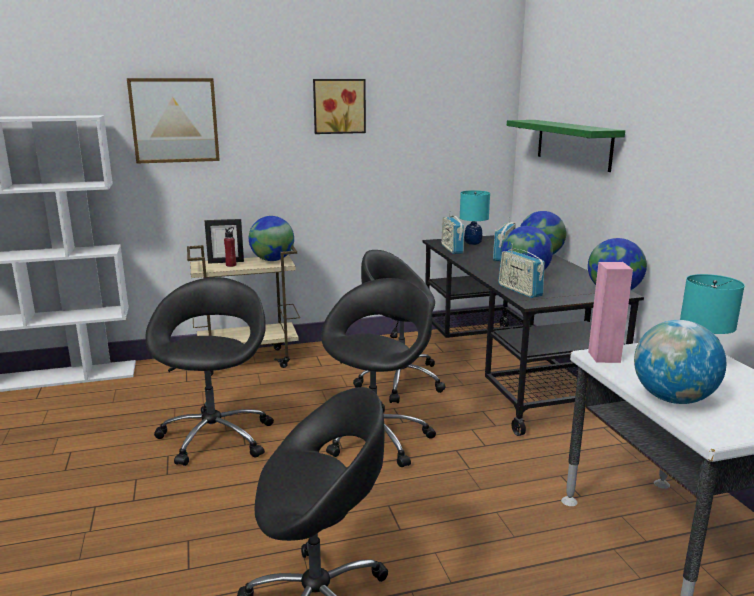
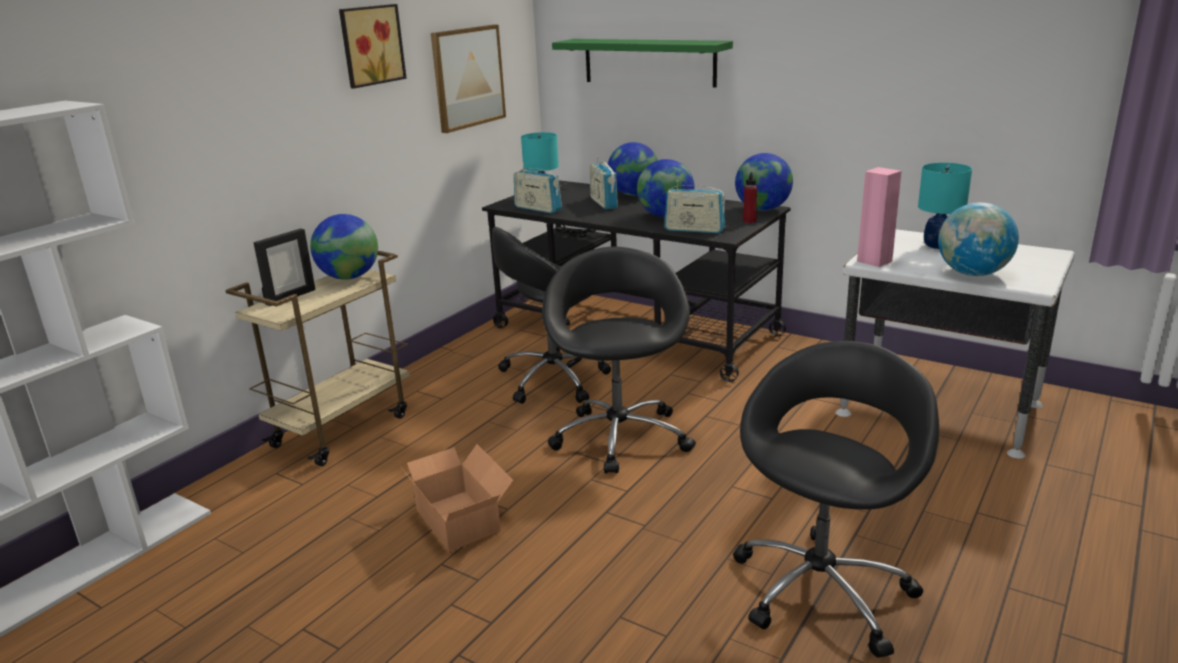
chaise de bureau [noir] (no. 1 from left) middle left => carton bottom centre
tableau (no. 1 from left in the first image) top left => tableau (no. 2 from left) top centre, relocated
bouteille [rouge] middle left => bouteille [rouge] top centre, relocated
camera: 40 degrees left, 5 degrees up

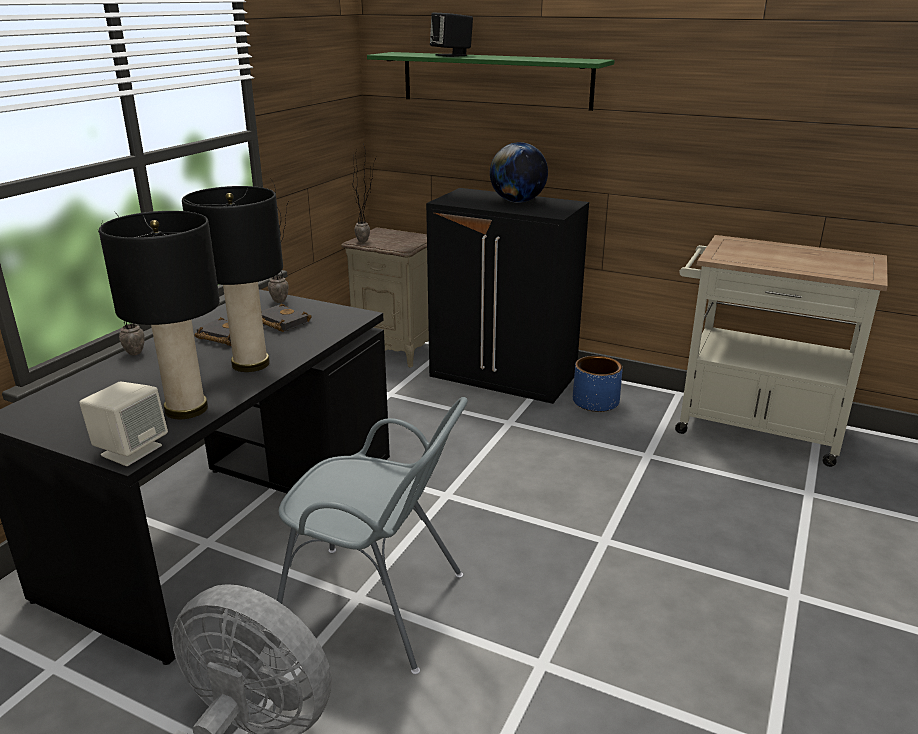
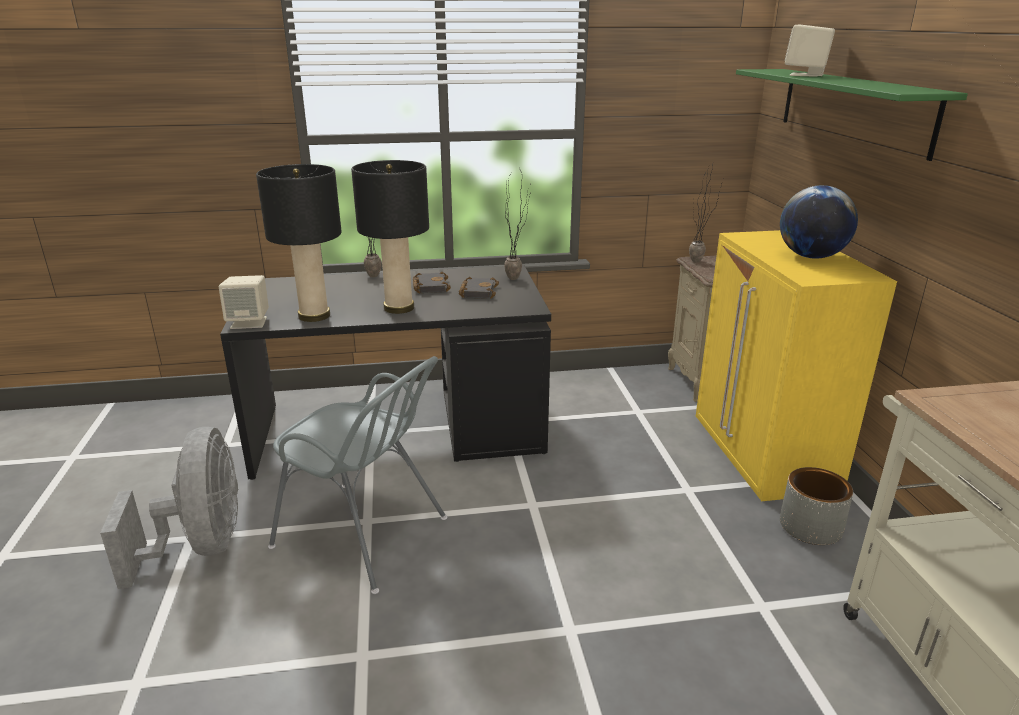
chaise [gris] bottom centre => chaise [gris] centre, 45 degrees counterclockwise
meuble de rangement [noir] centre => meuble de rangement [jaune] middle right
cache-pot [bleu] centre => cache-pot [gris] bottom right
enceinte [noir] top centre => enceinte [beige] (no. 2 from left) top right
camera: 55 degrees right, 0 degrees up

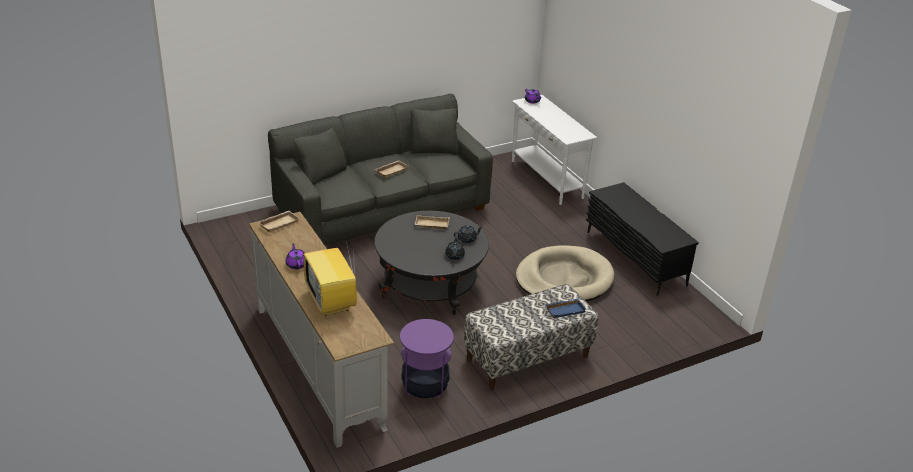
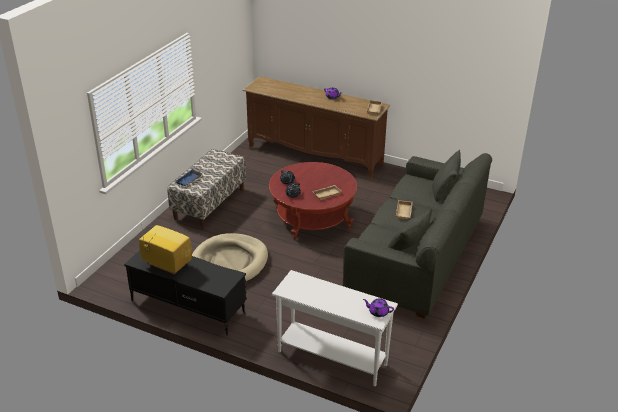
téléviseur centre => téléviseur middle left, relocated
meuble de rangement [gris] bottom centre => meuble de rangement [marron] top centre
table basse [noir] centre => table basse [rouge] centre
table d'appoint [violet] bottom centre => nothing
camera: 145 degrees right, 0 degrees up

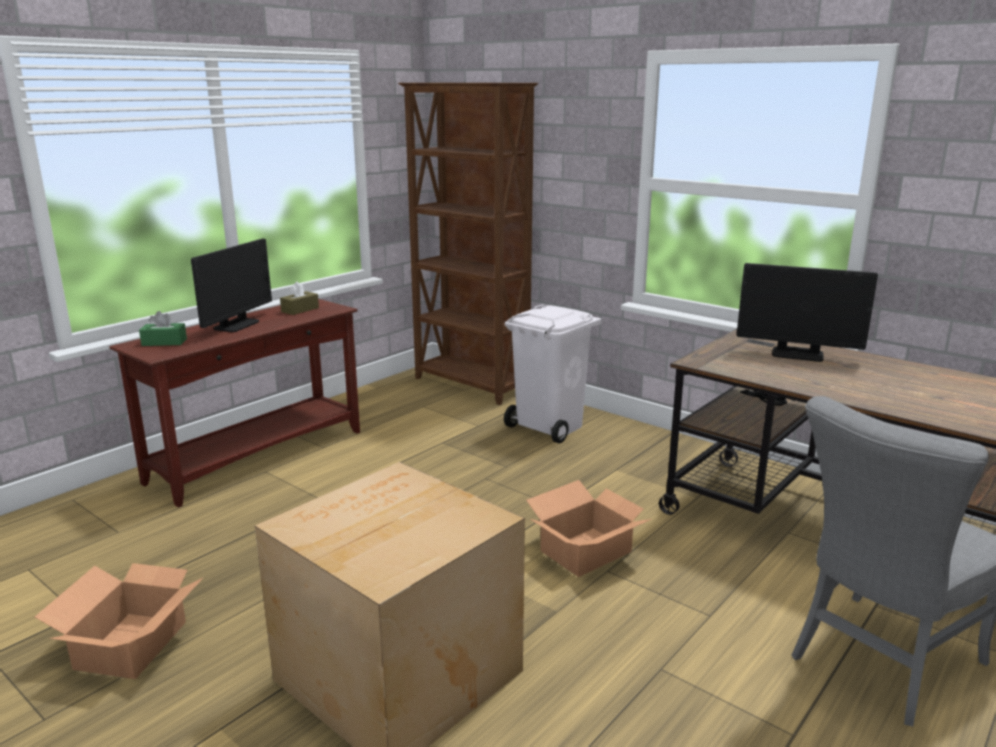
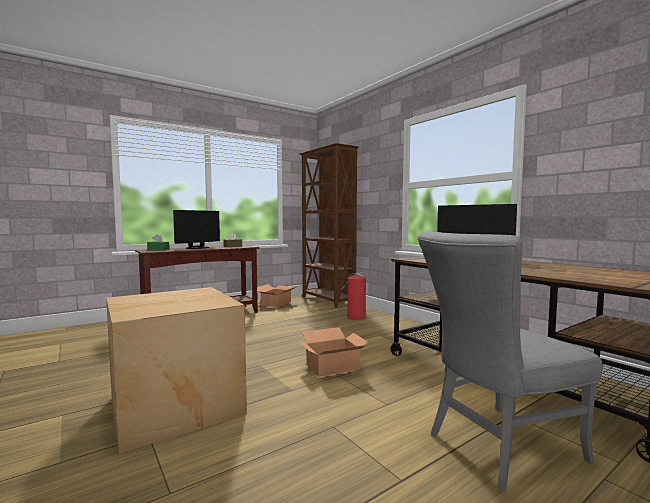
carton (no. 1 from left in the first image) bottom left => carton (no. 2 from left) centre, relocated
poubelle [blanc] centre => extincteur centre
camera: 15 degrees right, 15 degrees down

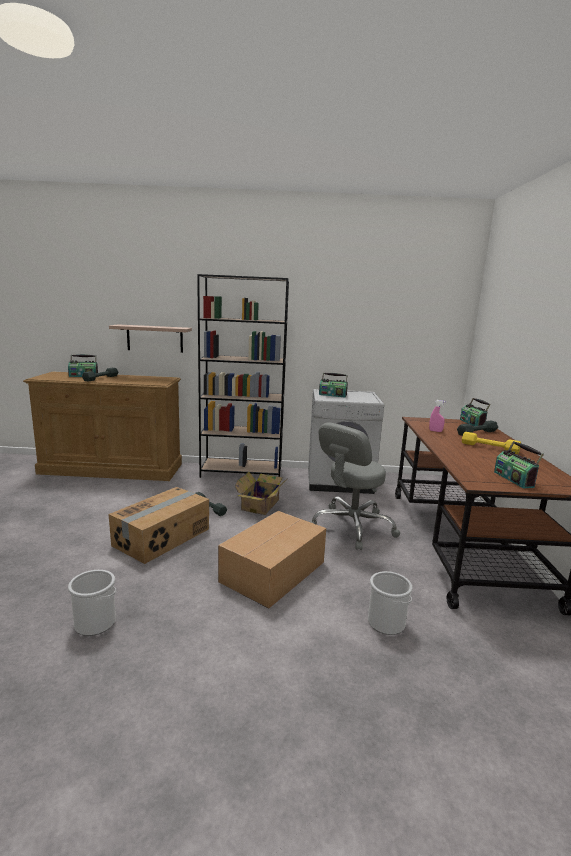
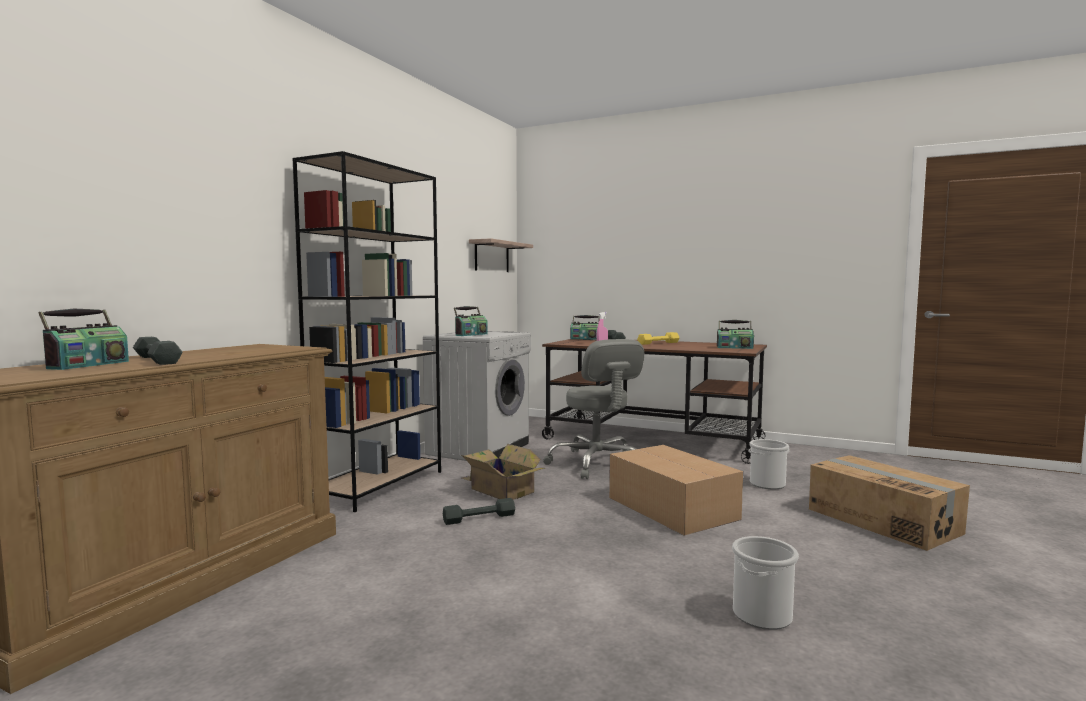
étagère middle left => étagère centre, relocated
carton (no. 1 from left in the first image) middle left => carton (no. 3 from left) bottom right, relocated
camera: 65 degrees left, 10 degrees down

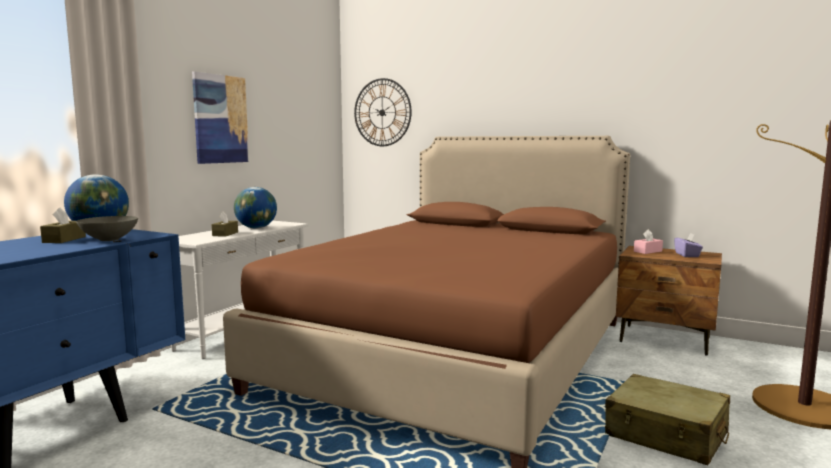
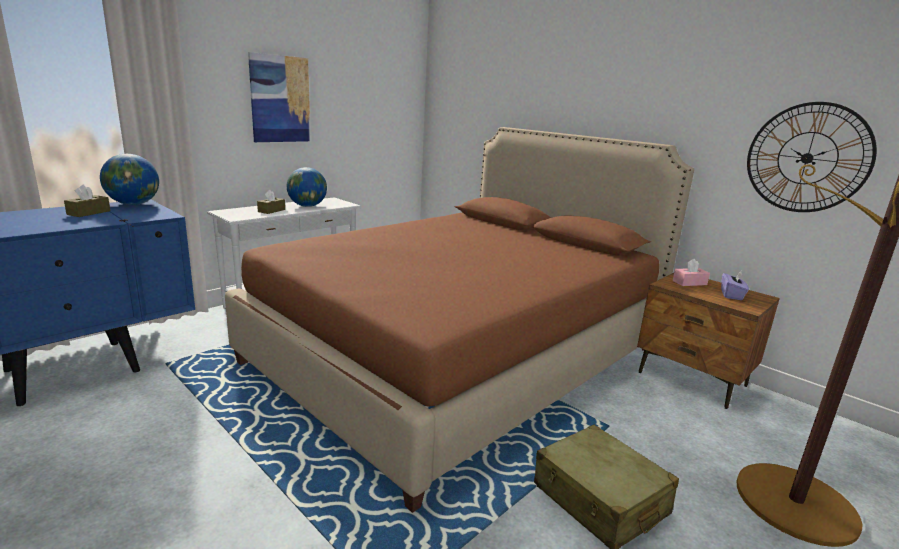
horloge murale top centre => horloge murale top right, relocated
bol [gris] middle left => nothing
camera: 15 degrees right, 10 degrees up

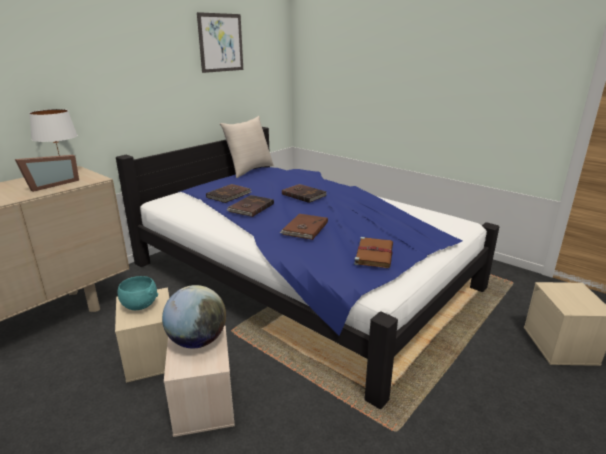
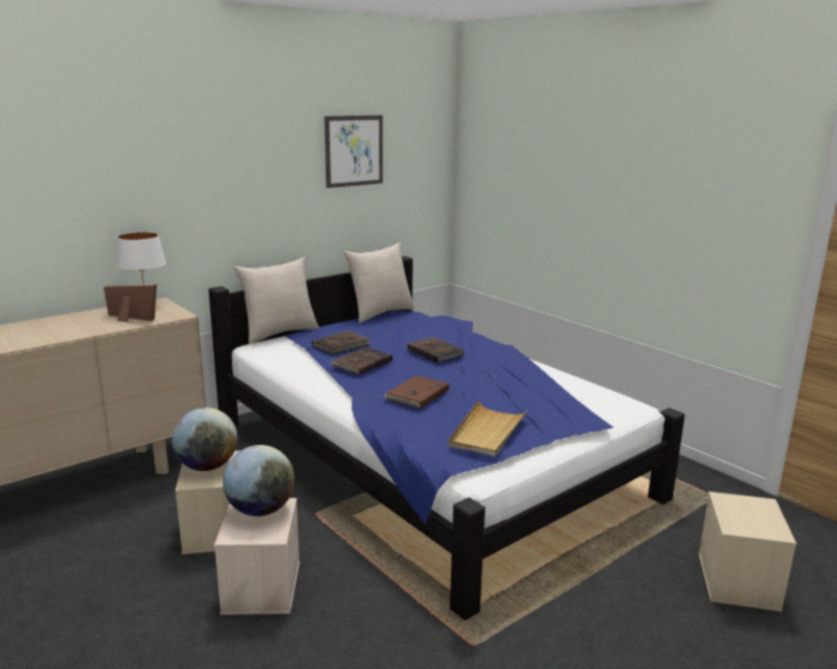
cadre photo middle left, 120 degrees counterclockwise
bol [turquoise] middle left => globe (no. 1 from left) middle left
nothing => coussin [beige] (no. 1 from left) middle left
livre [marron] (no. 5 from left) centre => plateau [beige] centre
camera: 10 degrees right, 5 degrees down

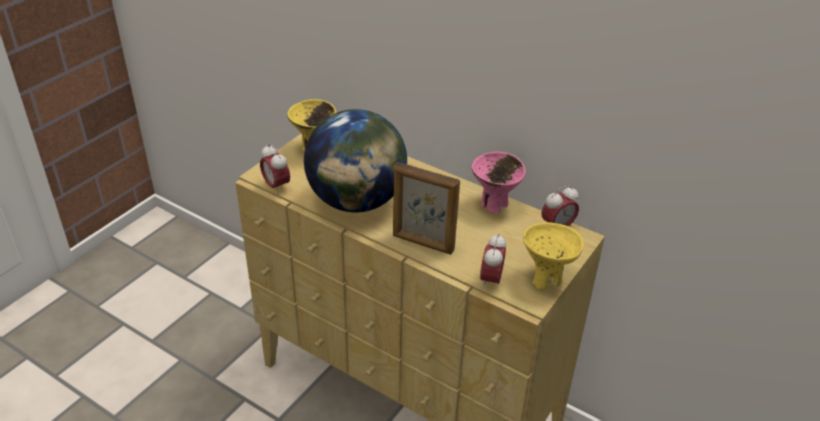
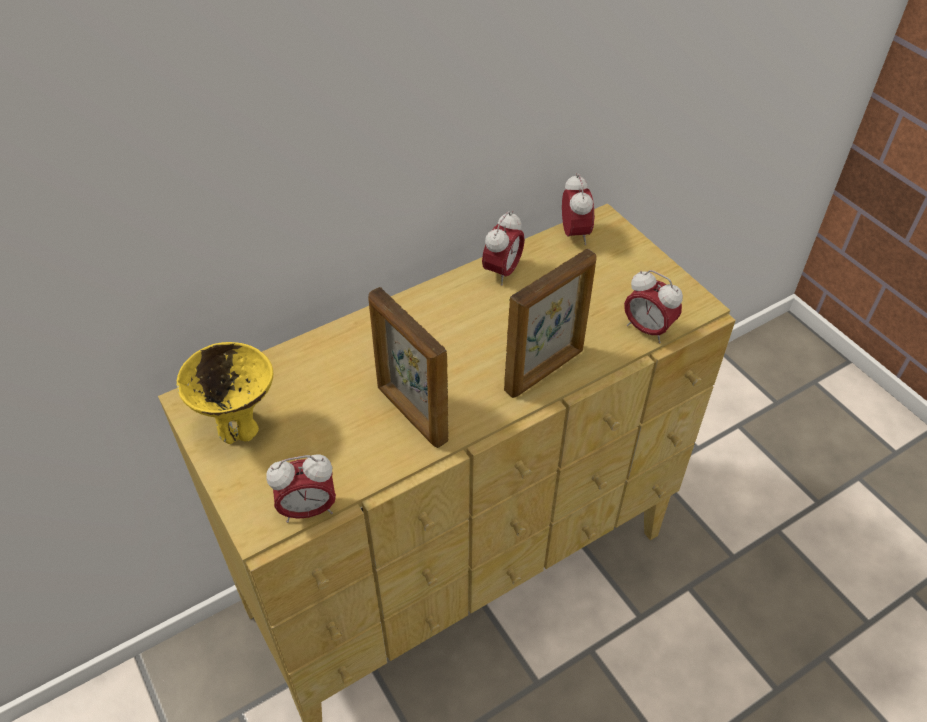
globe centre => cadre photo (no. 1 from left) centre
bol [rose] centre => réveil (no. 2 from left) centre
bol [jaune] (no. 2 from left) middle right => nothing
camera: 65 degrees left, 10 degrees up

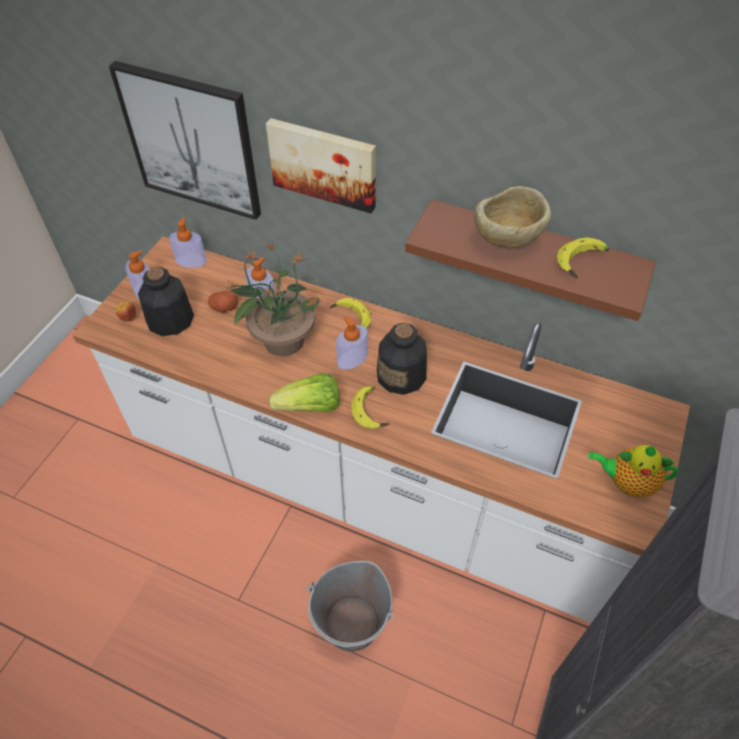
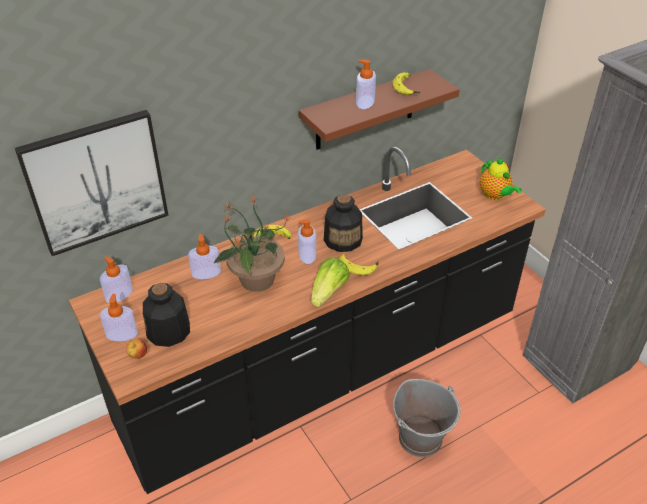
comptoir de cuisine [blanc] centre => comptoir de cuisine [noir] centre
bol [beige] top right => distributeur de savon (no. 5 from left) top centre
théière middle right, 75 degrees counterclockwise
pomme de terre middle left => nothing
tableau (no. 2 from left) top centre => nothing
camera: 55 degrees left, 10 degrees down

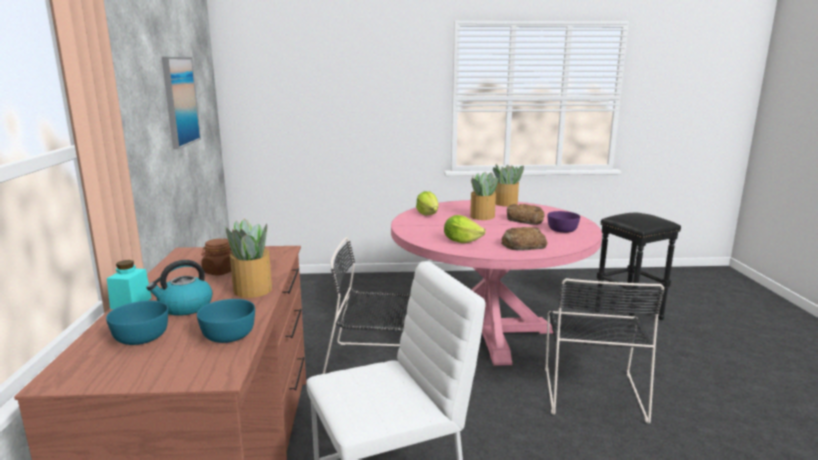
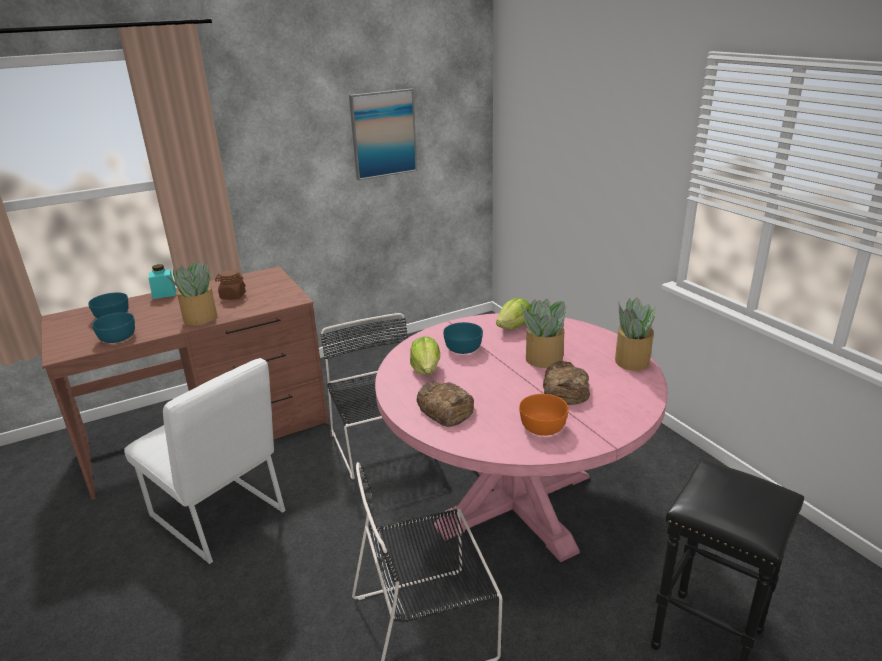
nothing => bol [turquoise] (no. 3 from left) centre
bol [violet] middle right => bol [orange] centre
bouilloire middle left => nothing
camera: 65 degrees right, 10 degrees up

